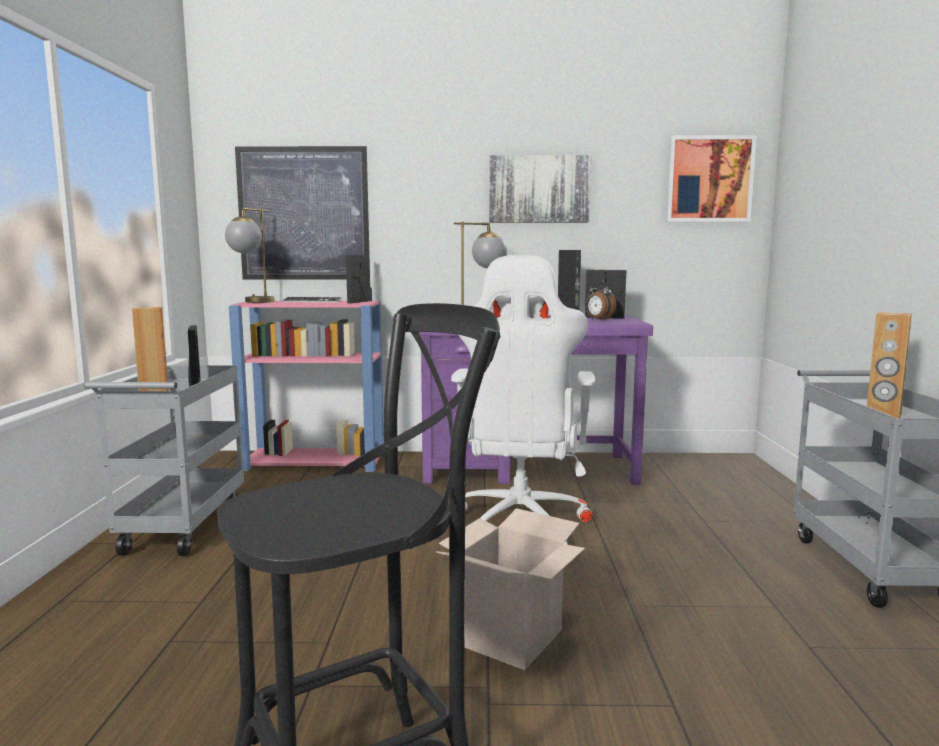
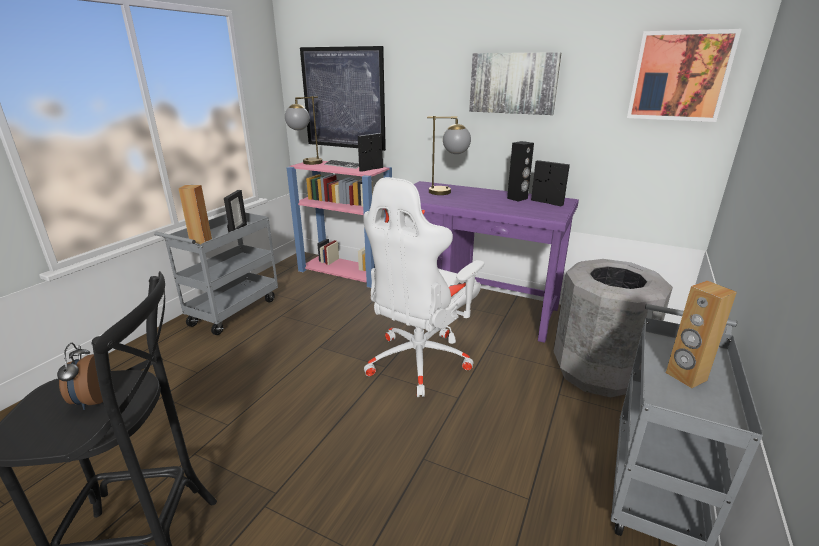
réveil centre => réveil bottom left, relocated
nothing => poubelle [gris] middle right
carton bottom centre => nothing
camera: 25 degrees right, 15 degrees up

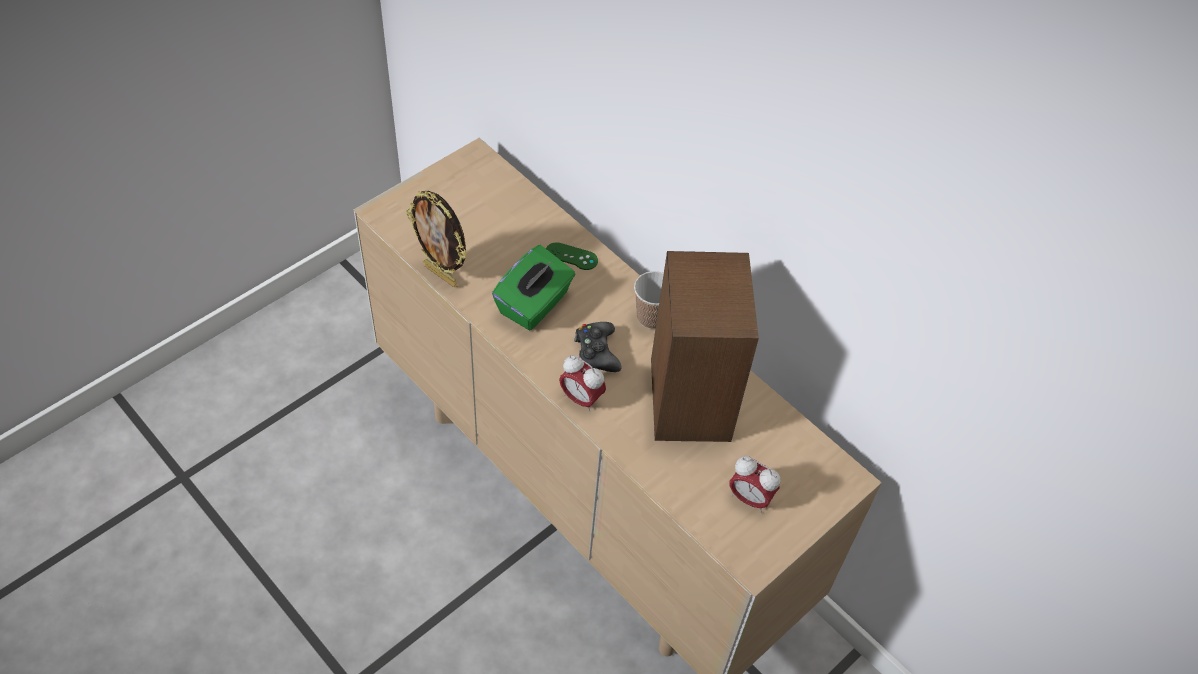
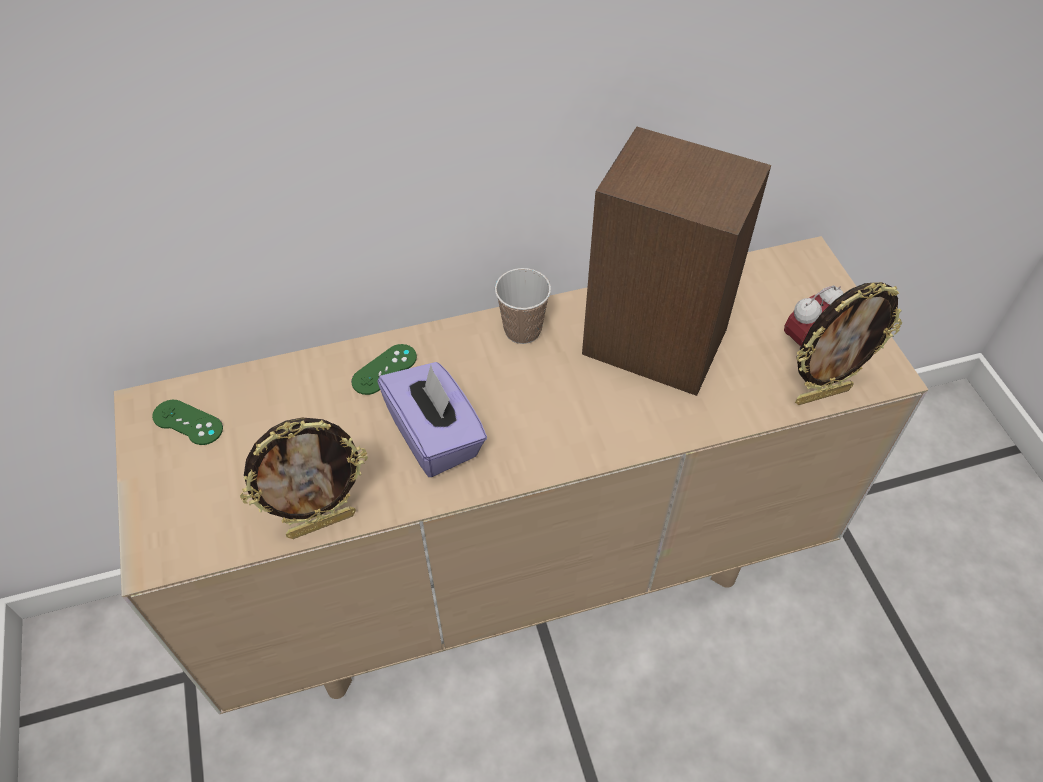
nothing => manette [vert] (no. 1 from left) middle left
boîte à mouchoirs [vert] centre => boîte à mouchoirs [violet] centre
nothing => cadre photo (no. 2 from left) middle right
réveil (no. 1 from left) centre => nothing
manette [noir] centre => nothing
camera: 60 degrees left, 0 degrees up

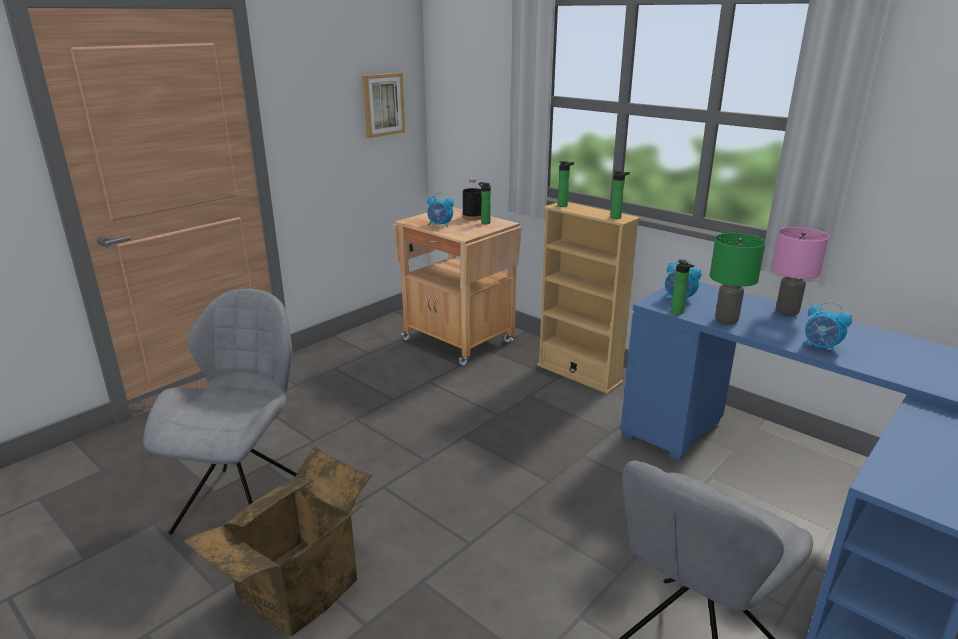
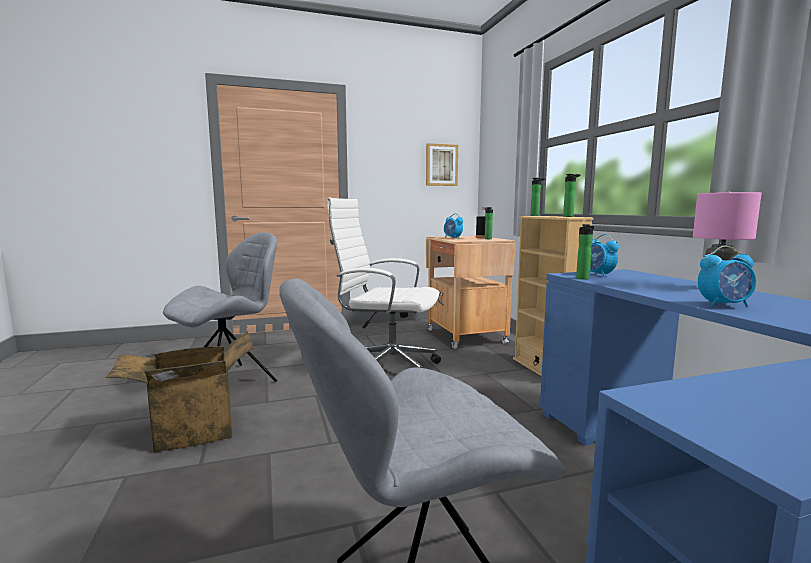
nothing => chaise de bureau [blanc] centre
réveil (no. 3 from left) middle right, 75 degrees counterclockwise
lampe de table [vert] middle right => nothing
camera: 30 degrees right, 15 degrees down

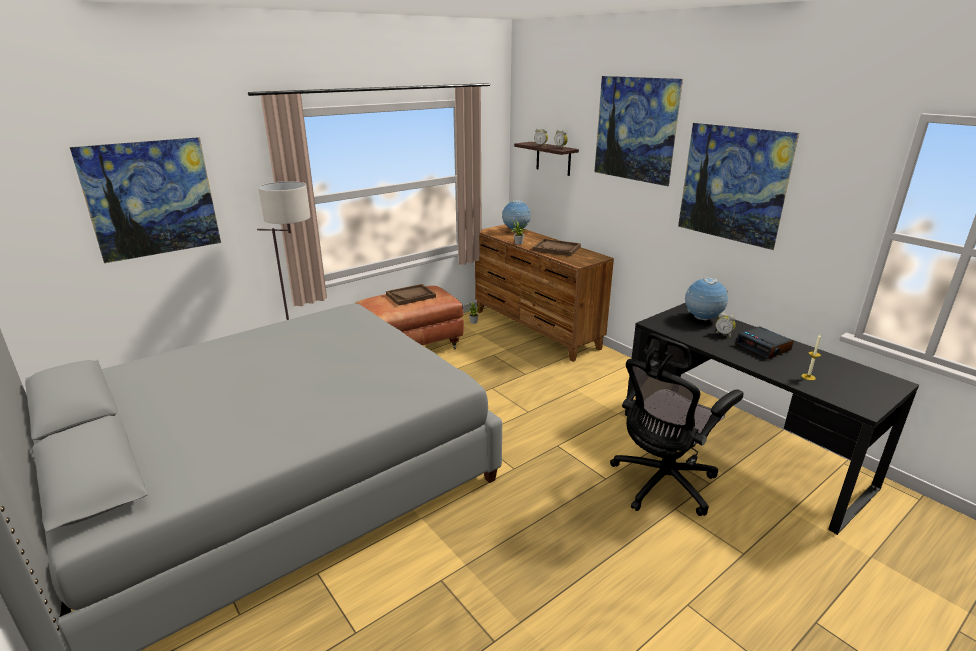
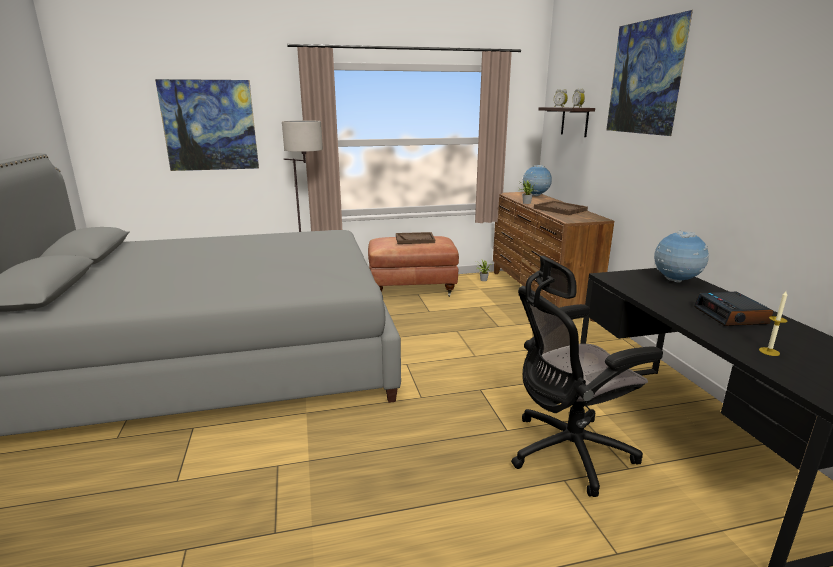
tableau (no. 3 from left) top right => nothing
réveil (no. 3 from left) middle right => nothing
camera: 25 degrees right, 5 degrees down

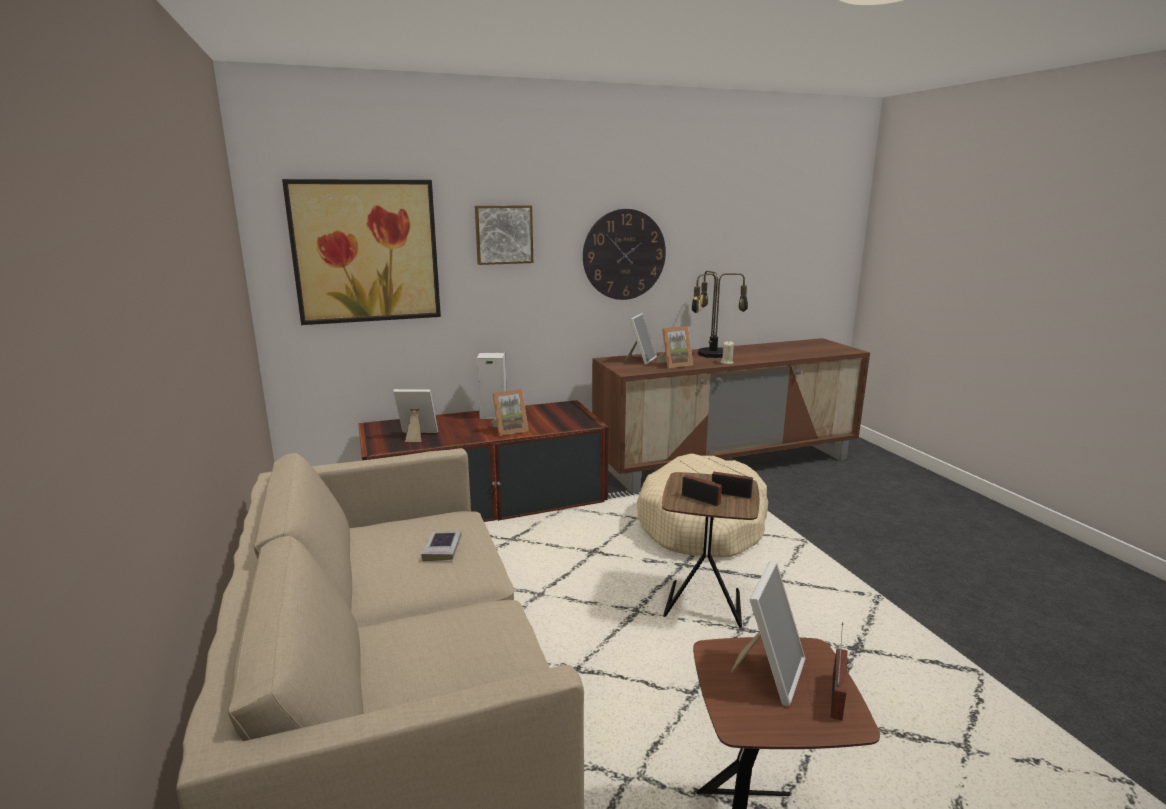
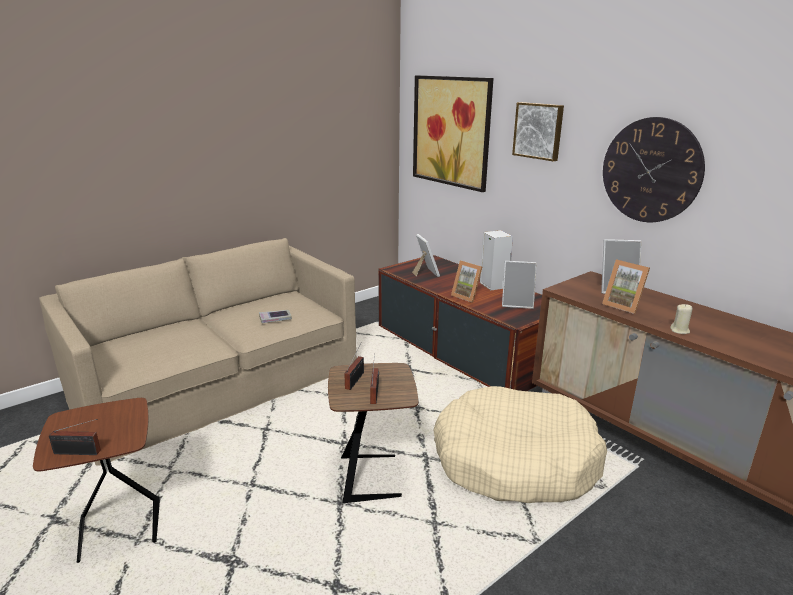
cadre photo (no. 5 from left in the first image) bottom centre => cadre photo (no. 3 from left) centre, relocated
lampe de table centre => nothing
camera: 70 degrees right, 5 degrees up

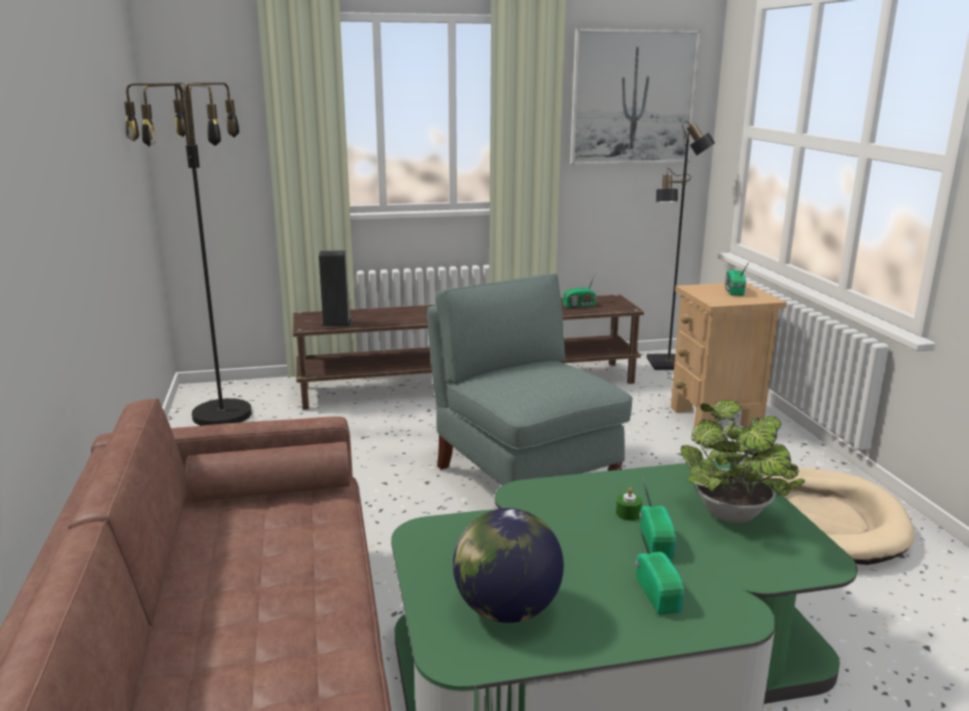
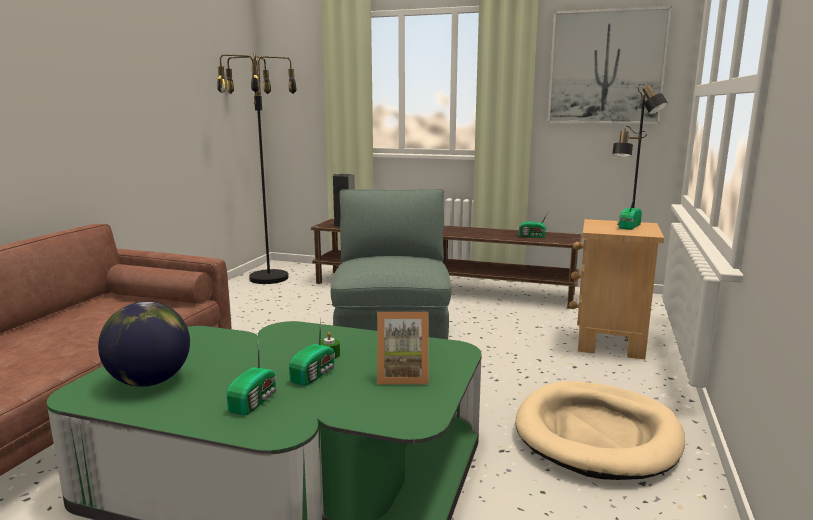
plante en pot middle right => cadre photo bottom centre
camera: 30 degrees right, 5 degrees down

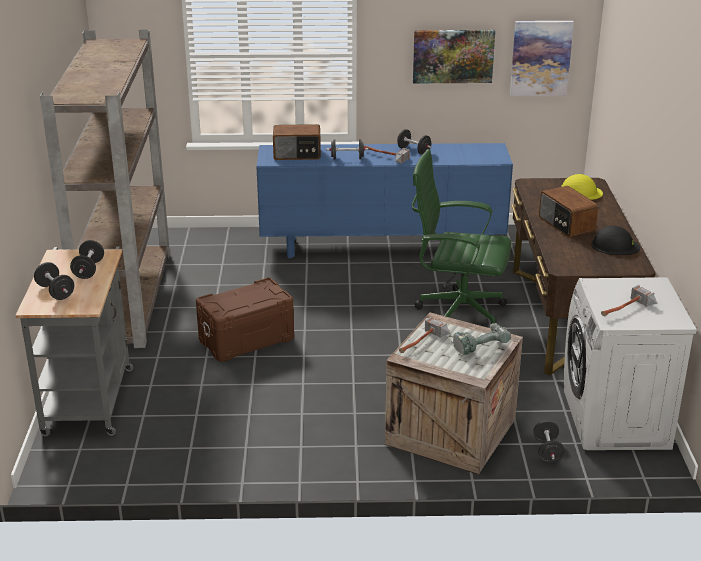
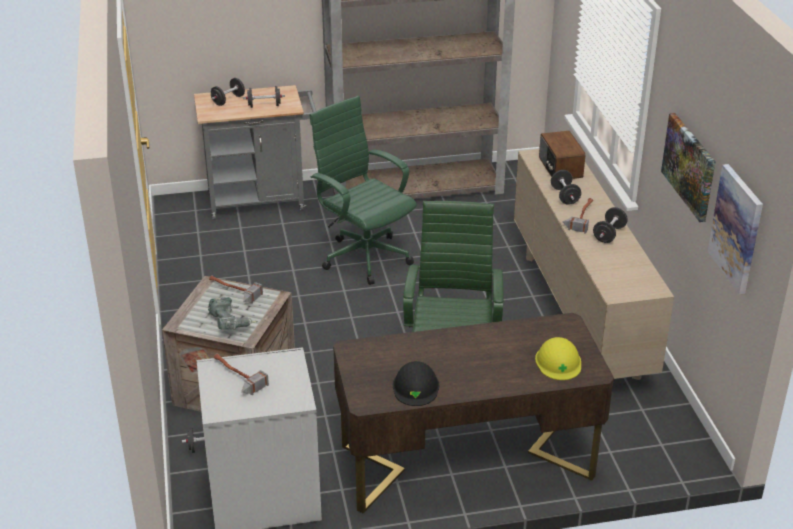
boîte de rangement [marron] centre => chaise de bureau [vert] (no. 1 from left) centre
meuble de rangement [bleu] centre => meuble de rangement [beige] middle right
radio (no. 2 from left) middle right => nothing
camera: 80 degrees right, 5 degrees up

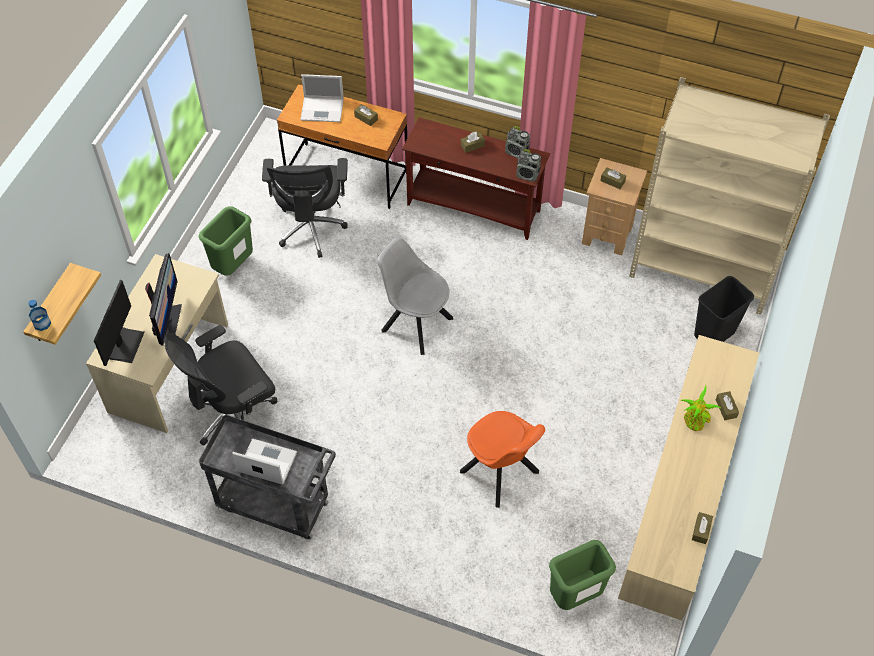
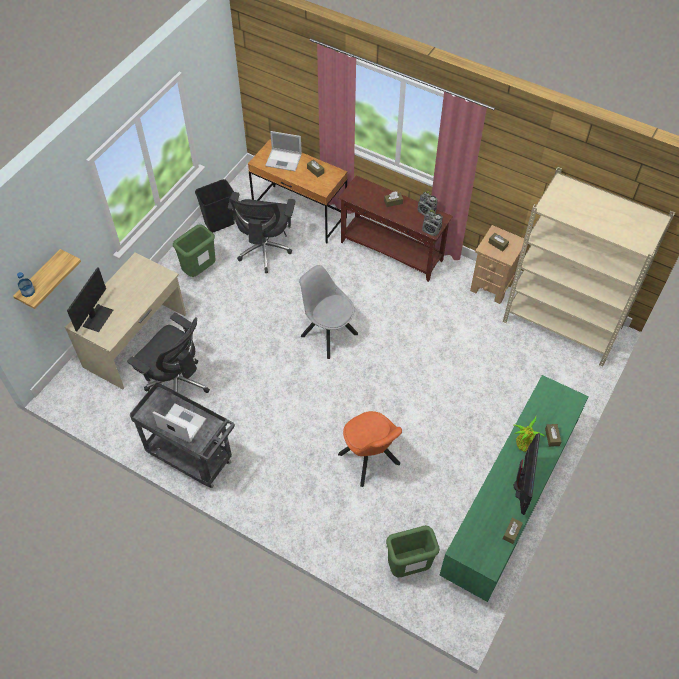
chaise de bureau (no. 1 from left) middle left, 120 degrees counterclockwise
poubelle [noir] middle right => poubelle [noir] top left, relocated
meuble de rangement [beige] bottom right => meuble de rangement [vert] bottom right
écran d'ordinateur (no. 2 from left) middle left => écran d'ordinateur (no. 2 from left) bottom right, relocated
camera: 10 degrees right, 0 degrees up

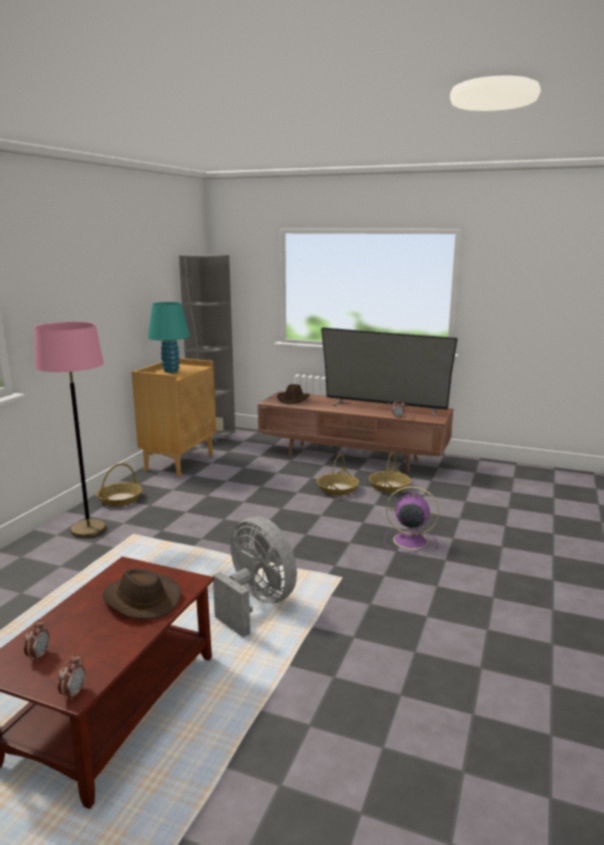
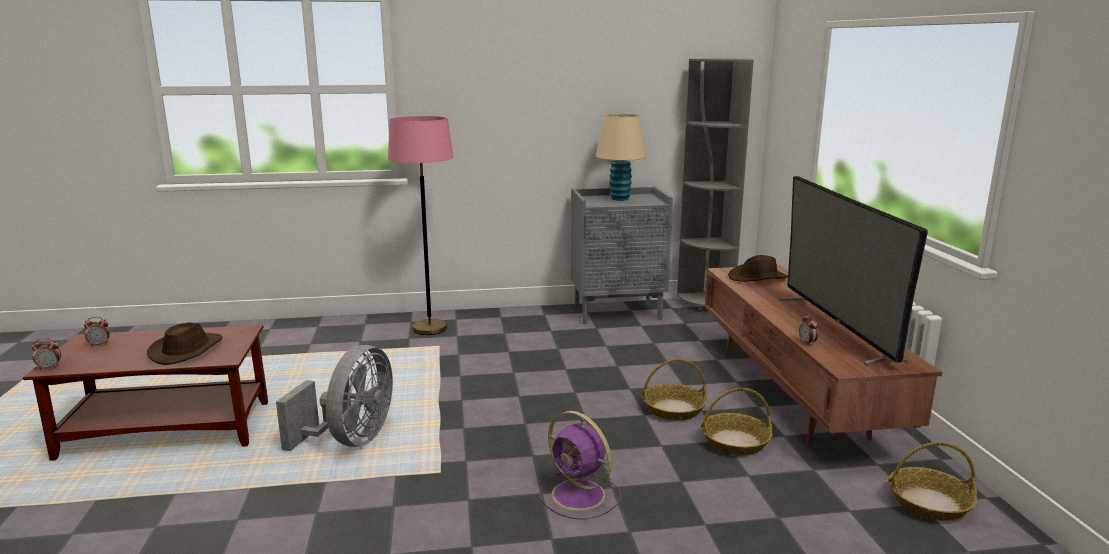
ventilateur [violet] middle right => ventilateur [violet] bottom centre, 150 degrees clockwise
meuble de rangement [marron] middle left => meuble de rangement [gris] centre
lampe de table [turquoise] middle left => lampe de table [beige] top centre
panier (no. 1 from left in the first image) middle left => panier (no. 3 from left) bottom right, relocated
camera: 60 degrees right, 0 degrees up

